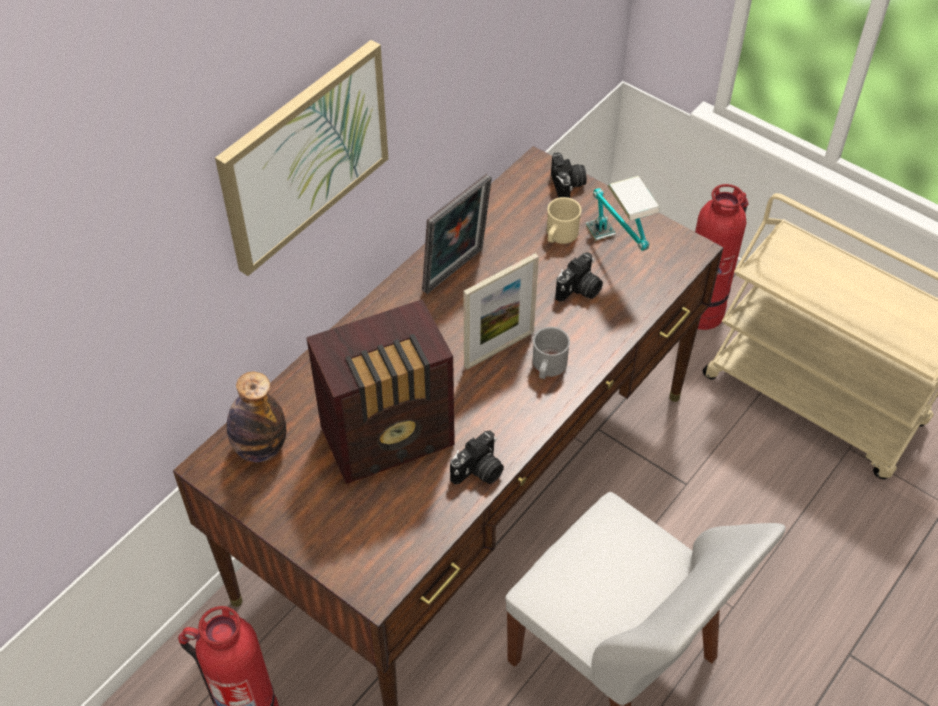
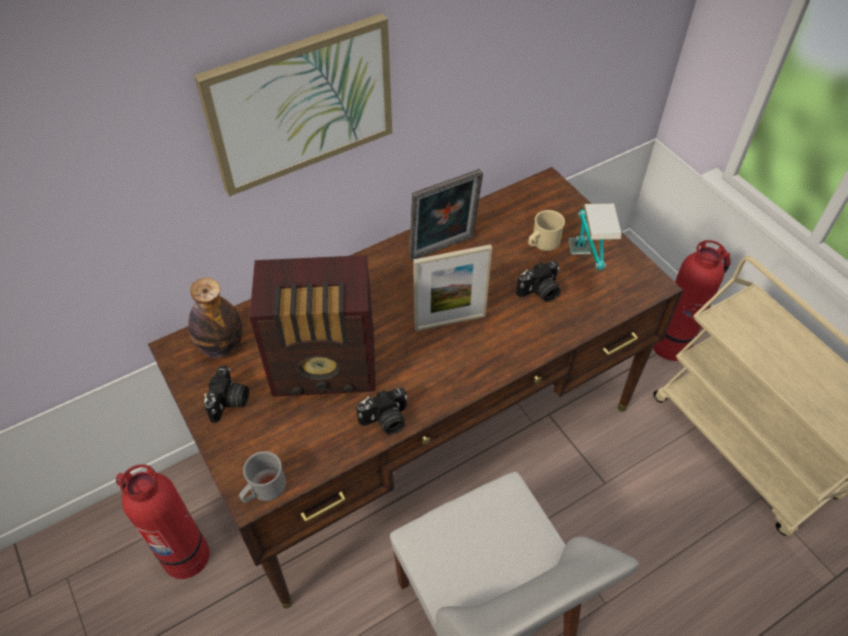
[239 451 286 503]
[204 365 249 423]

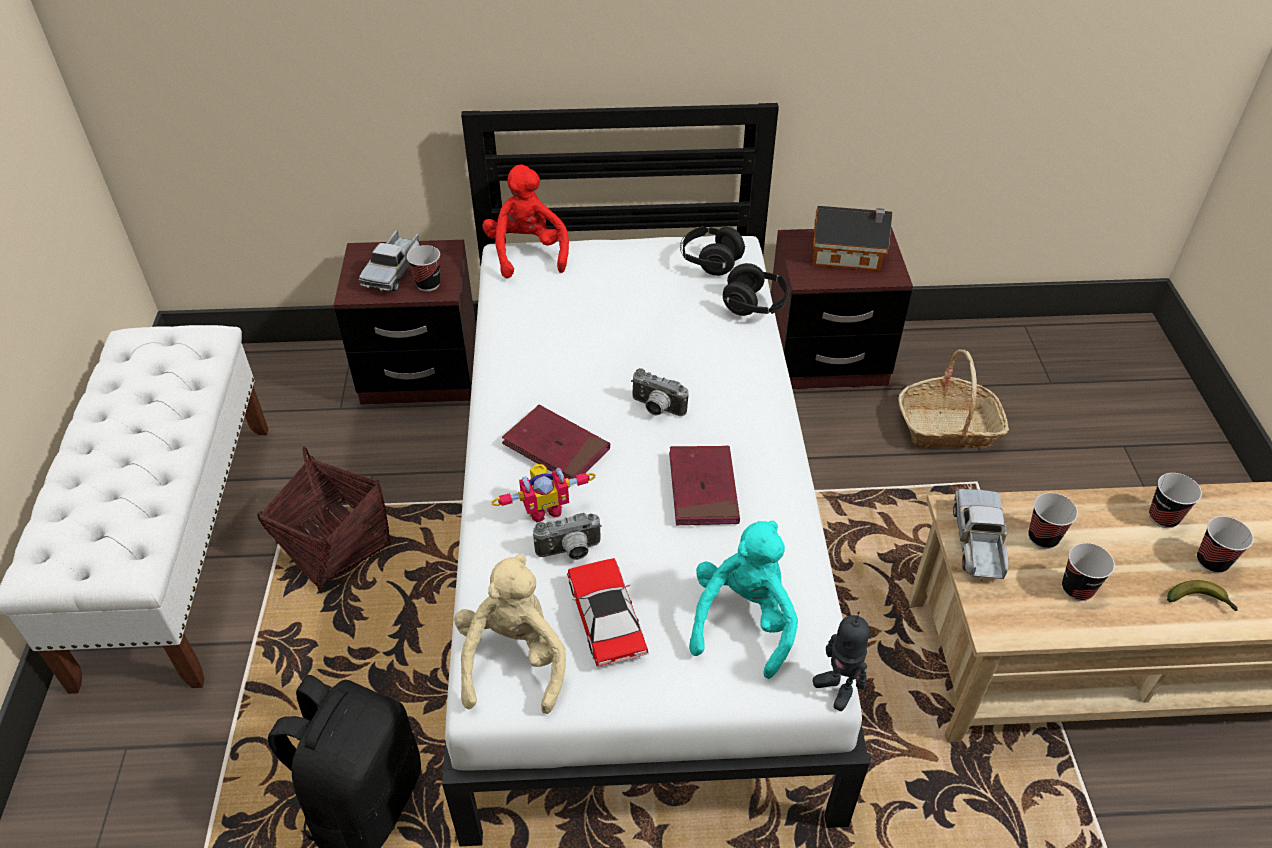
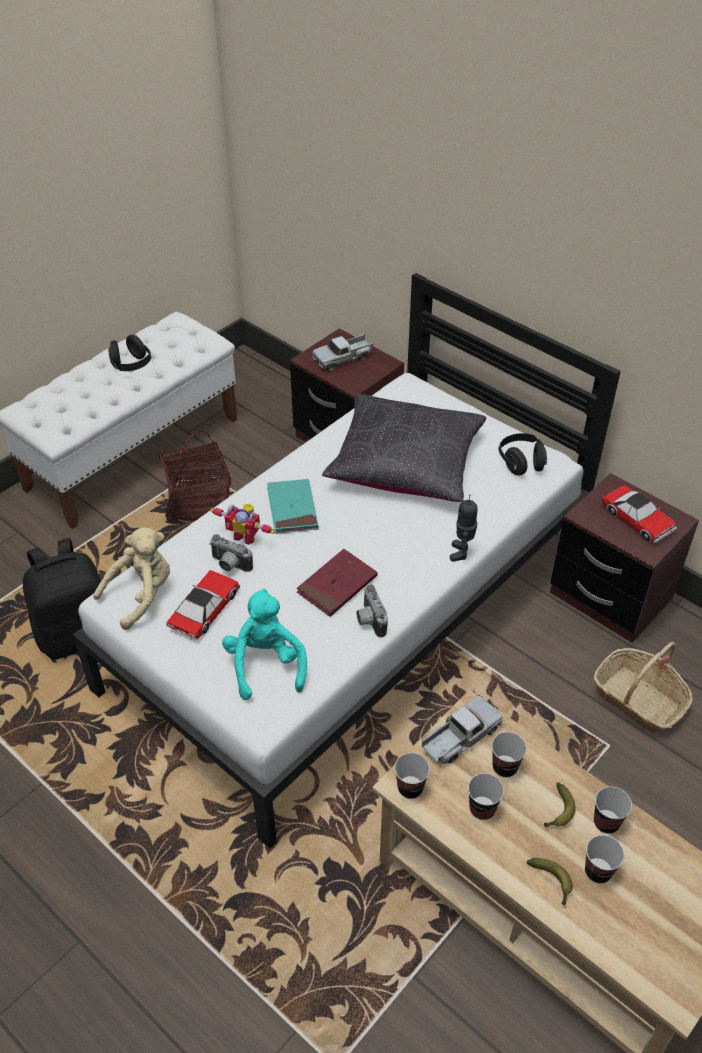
[482 165 569 279] (first image)
[322 394 487 502]
[544 782 576 827]
[394 753 430 799]
[356 585 388 637]
[108 335 152 371]
[450 494 478 561]
[601 485 677 544]
[267 479 318 534]
[222 589 307 700]

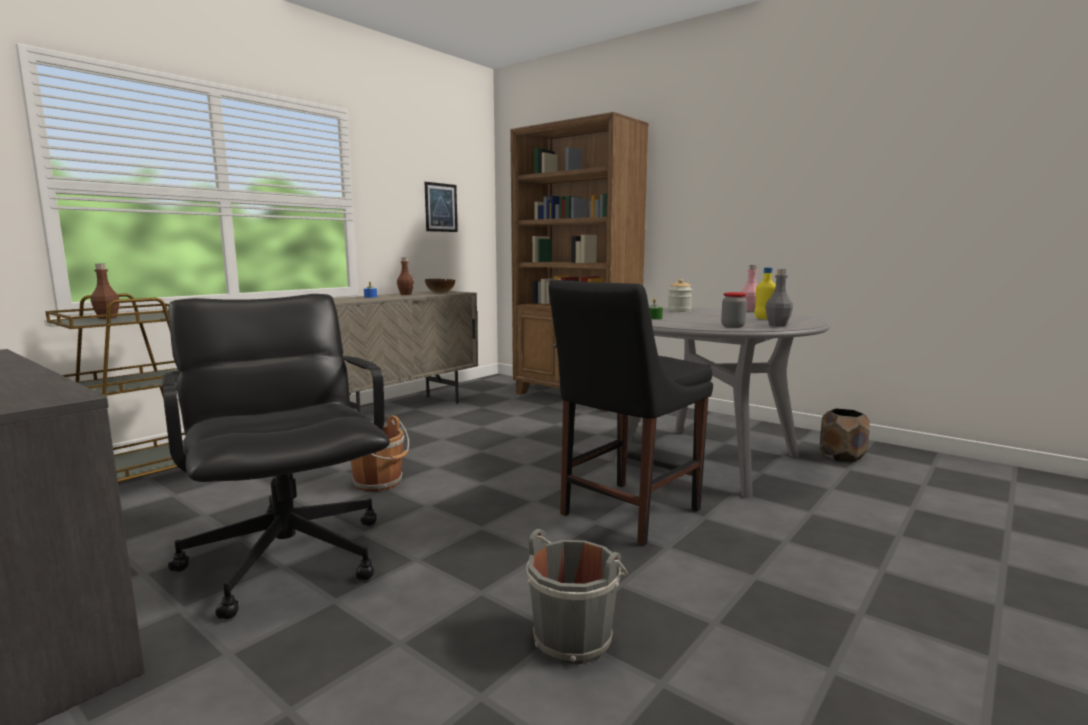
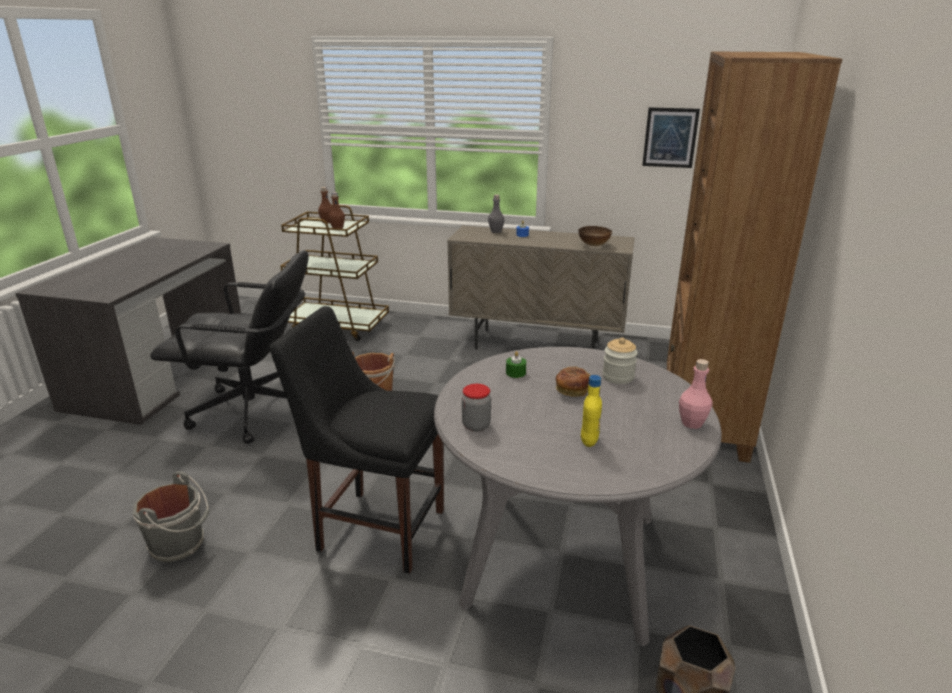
[556 366 590 397]
[329 192 345 229]
[488 194 505 233]
[150 250 309 444]

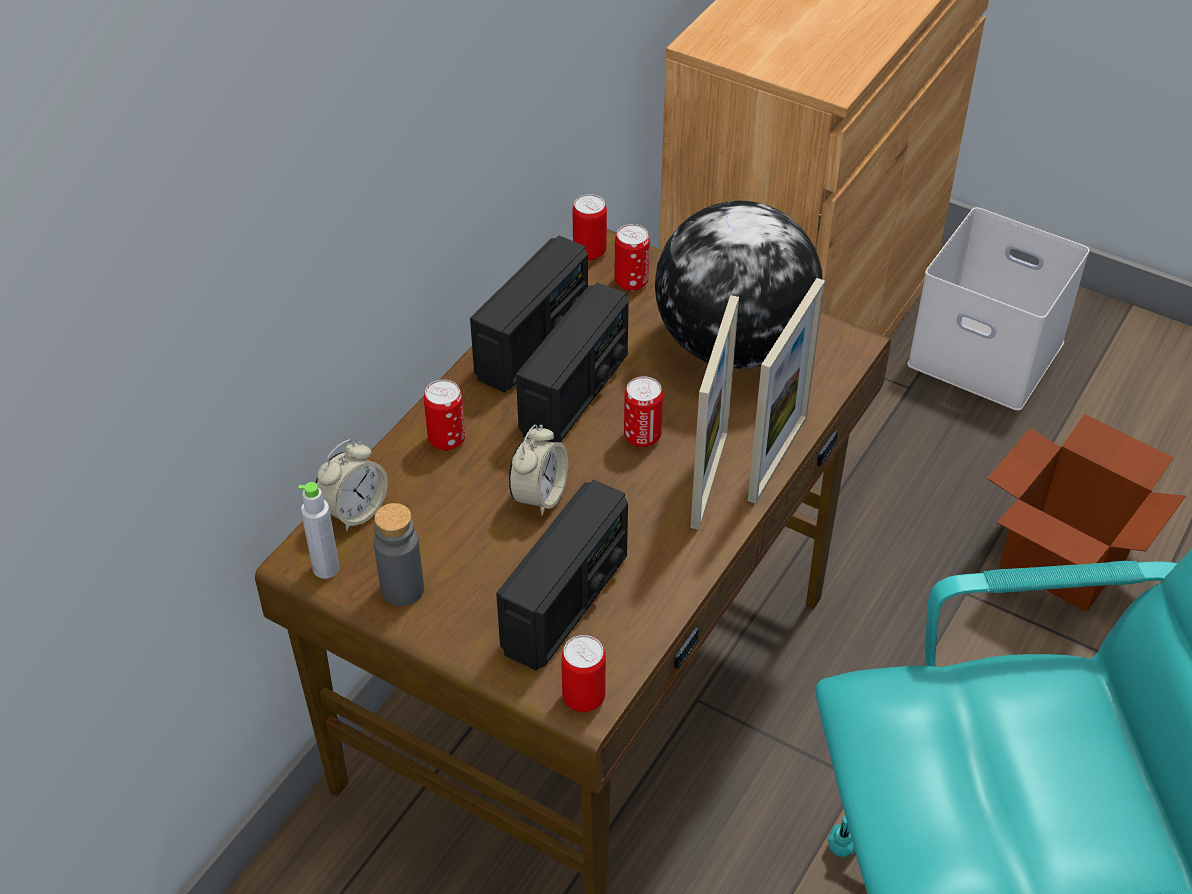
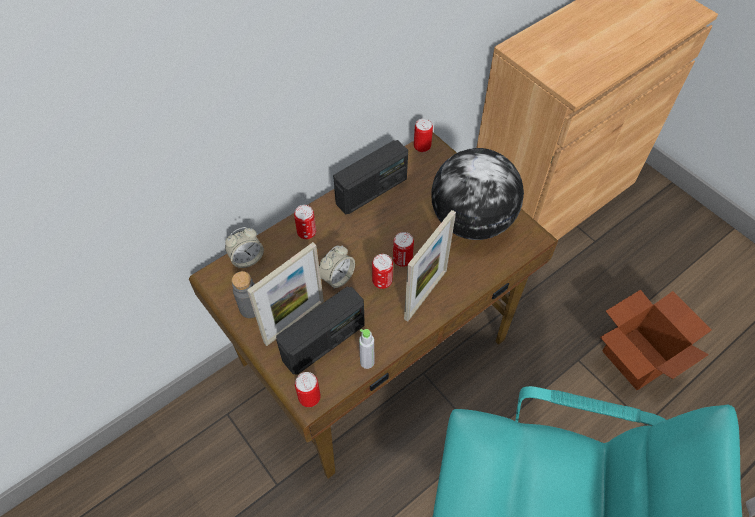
[516 283 629 443] (first image)
[907 207 1090 411] (first image)
[359 329 374 369]
[372 254 393 289]
[247 242 324 346]

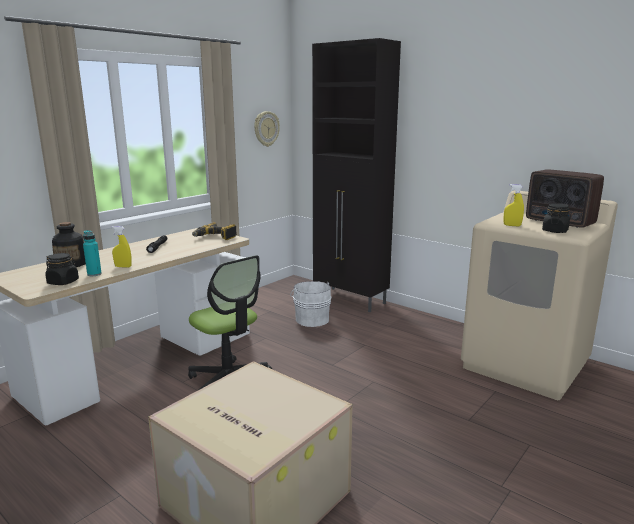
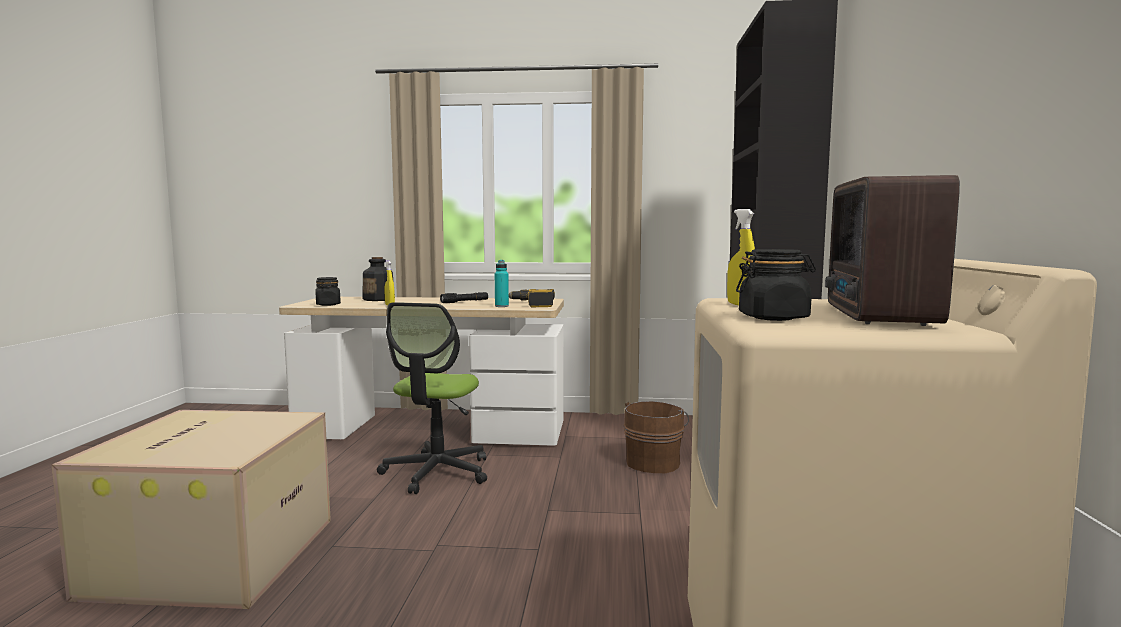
[254 111 280 147] (first image)
[495 260 509 307]
[623 401 689 473]

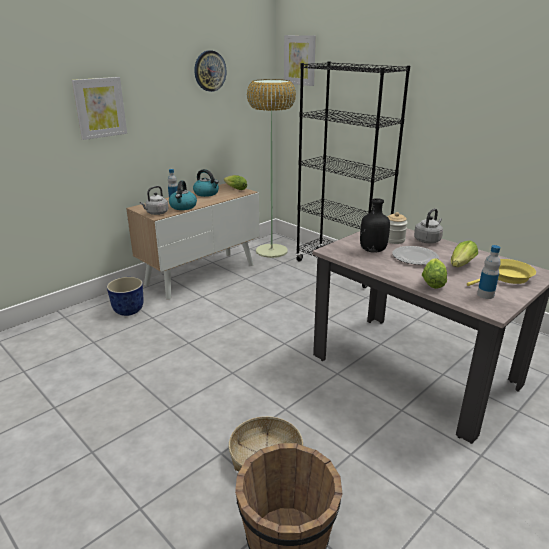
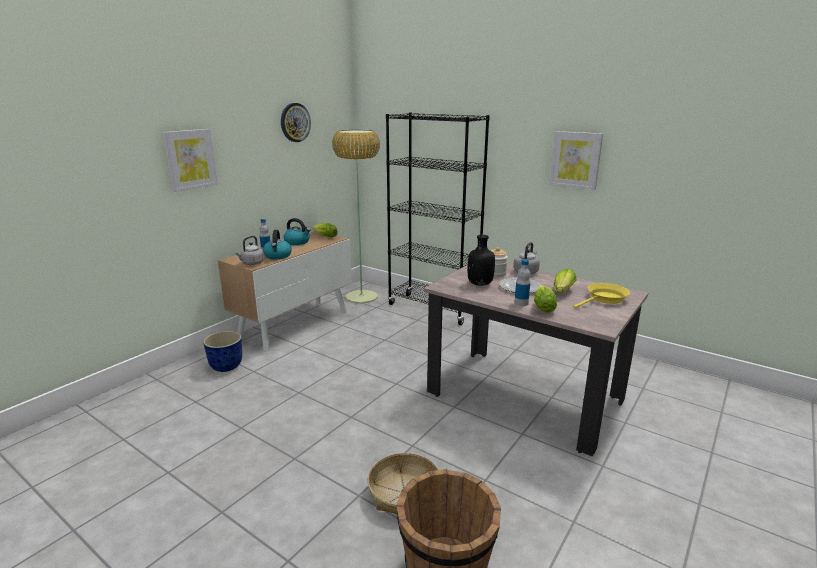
[549 131 603 190]
[514 259 530 306]

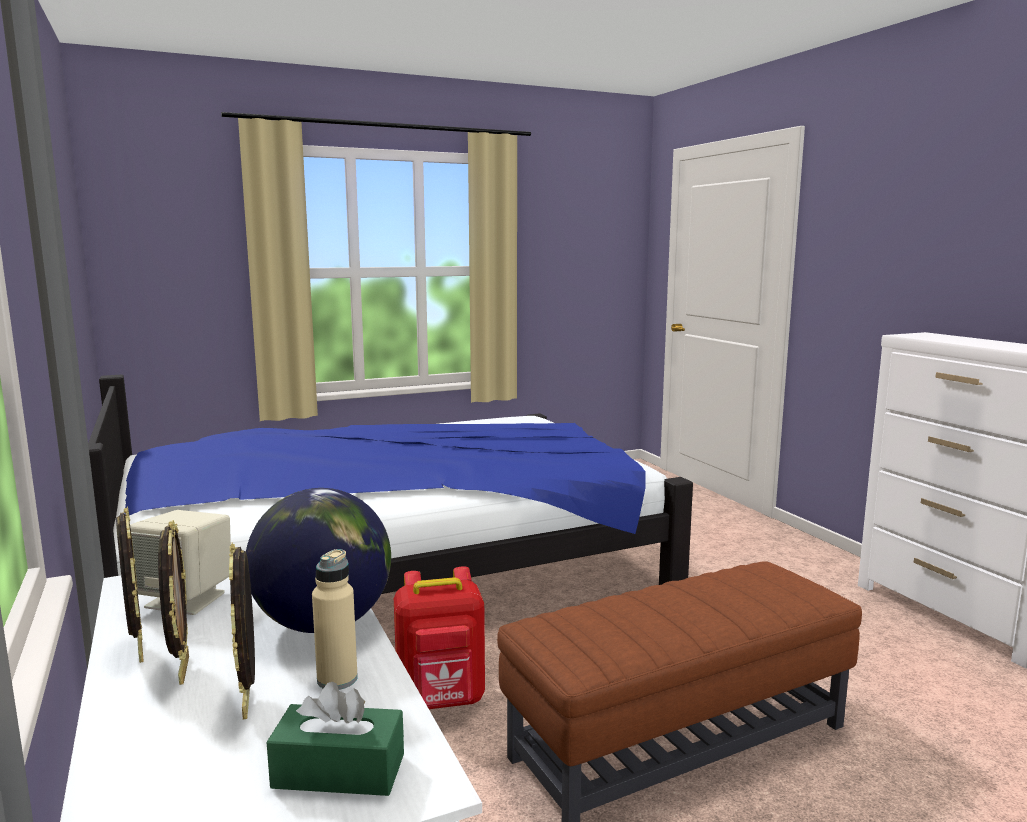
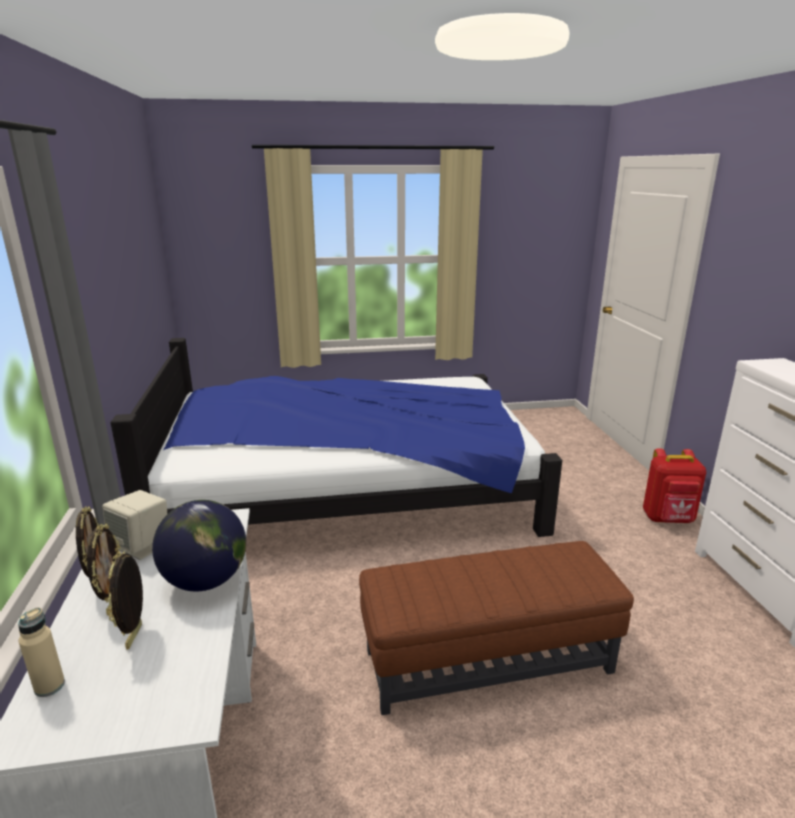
[267 682 404 796] (first image)
[18 607 65 697]
[643 448 706 523]

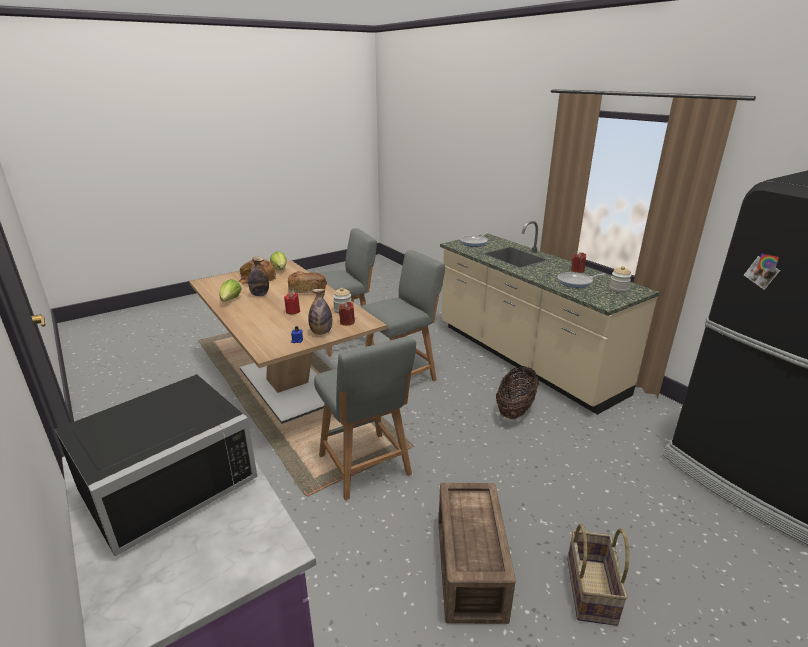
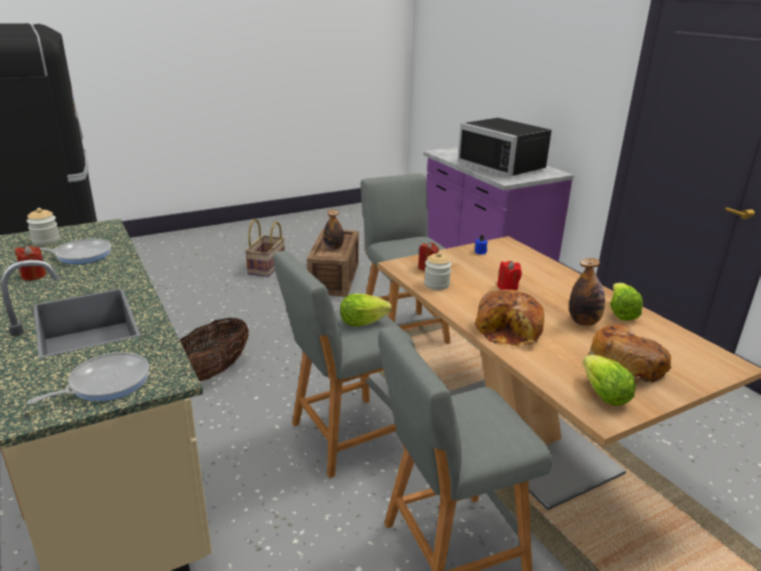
[340 294 392 327]
[323 210 344 249]
[458 118 552 177]

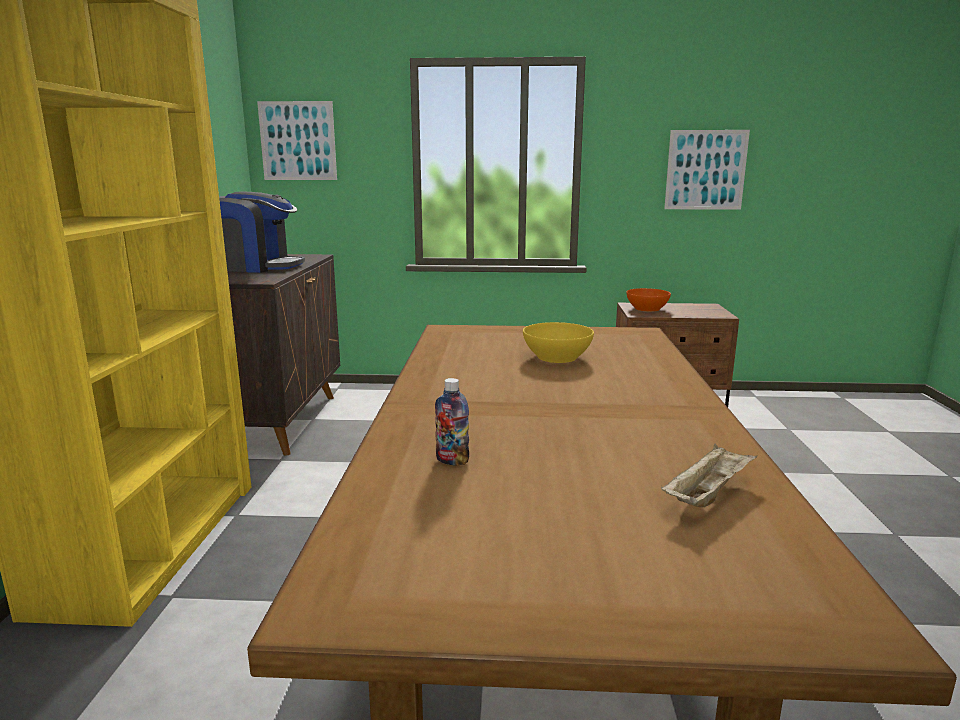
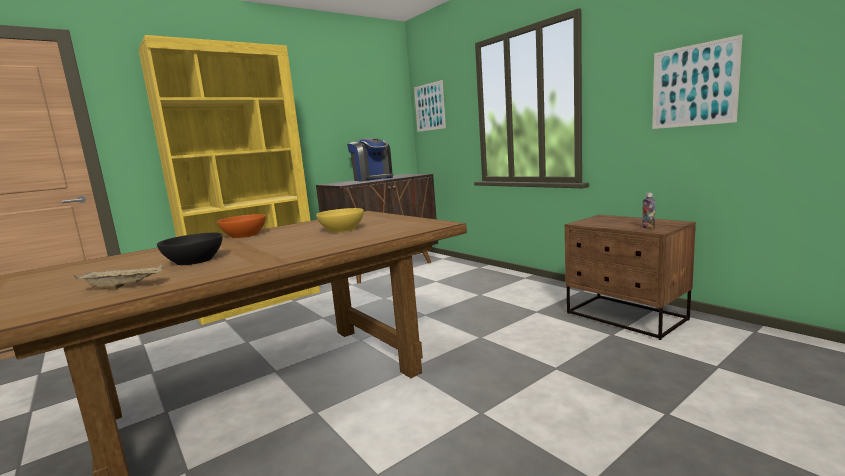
[157 233 223 265]
[642 193 655 229]
[217 214 266 238]

